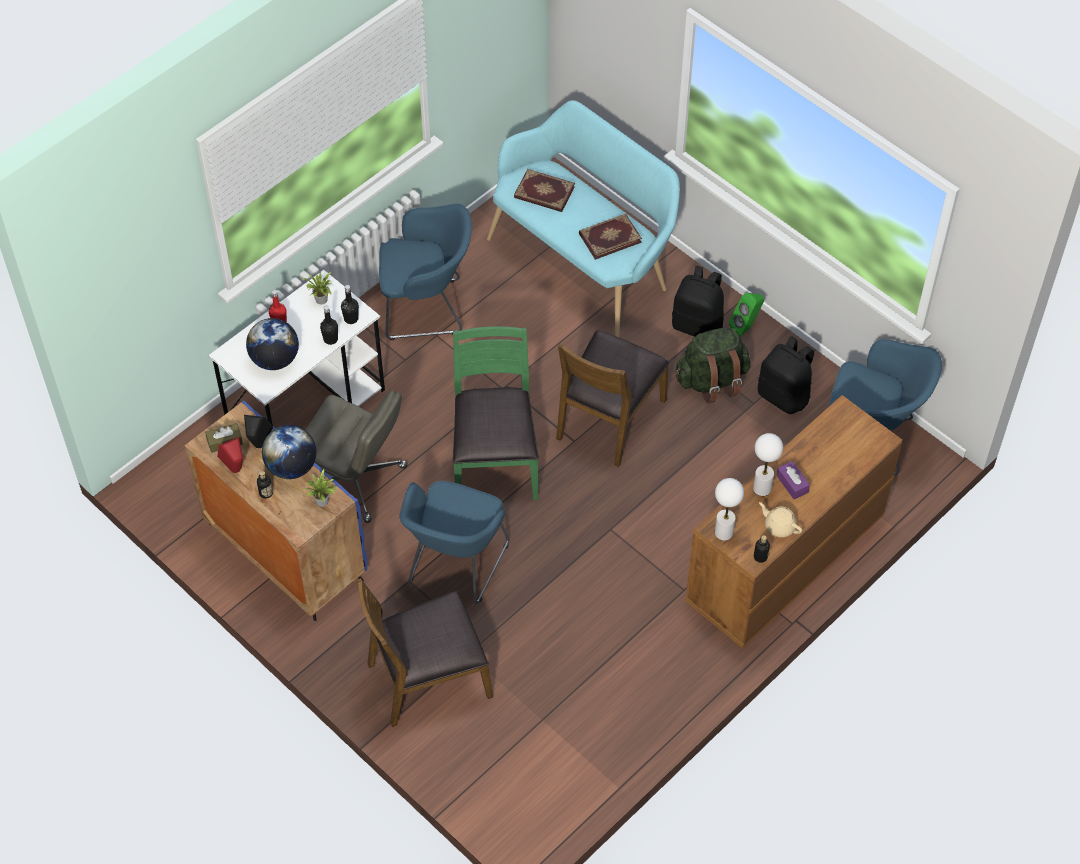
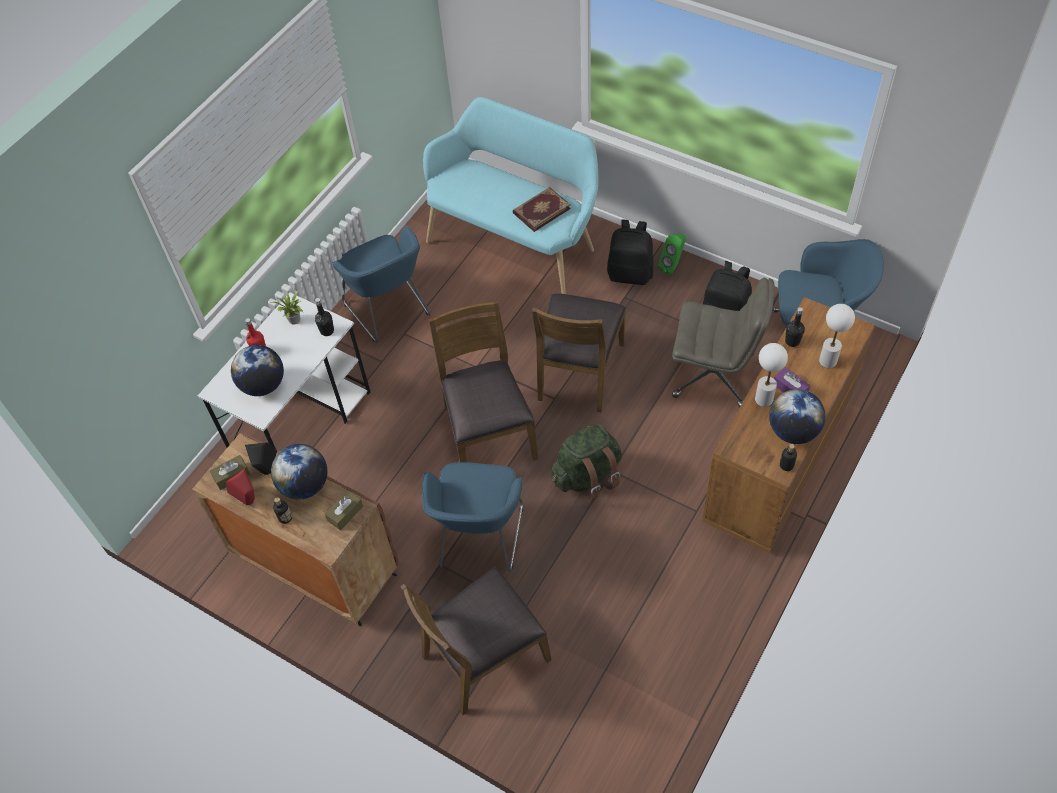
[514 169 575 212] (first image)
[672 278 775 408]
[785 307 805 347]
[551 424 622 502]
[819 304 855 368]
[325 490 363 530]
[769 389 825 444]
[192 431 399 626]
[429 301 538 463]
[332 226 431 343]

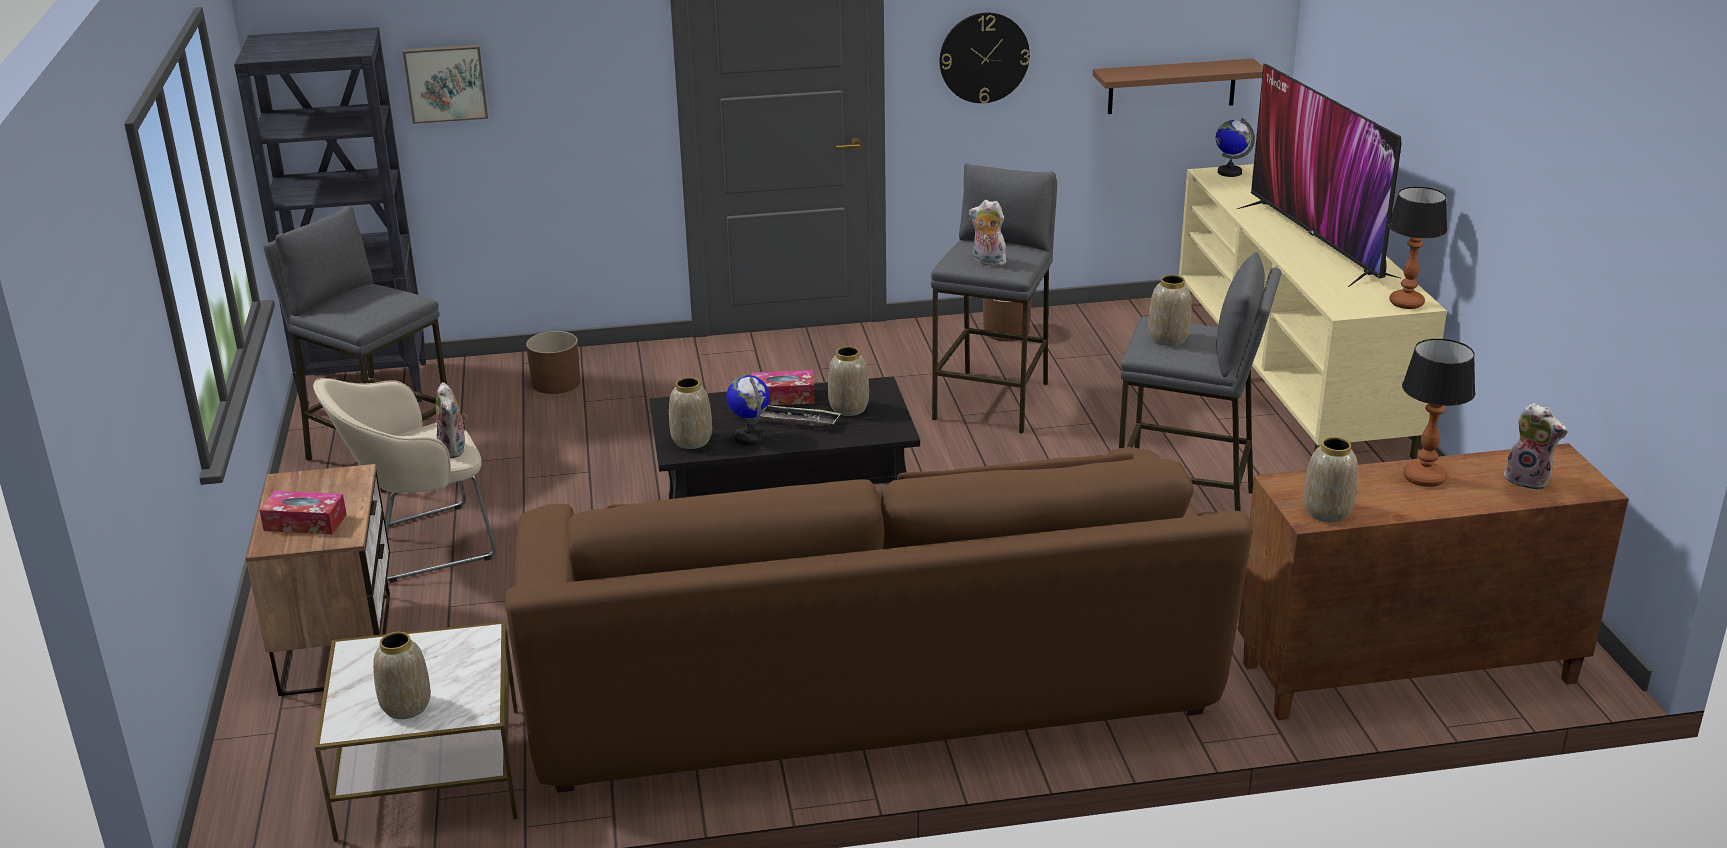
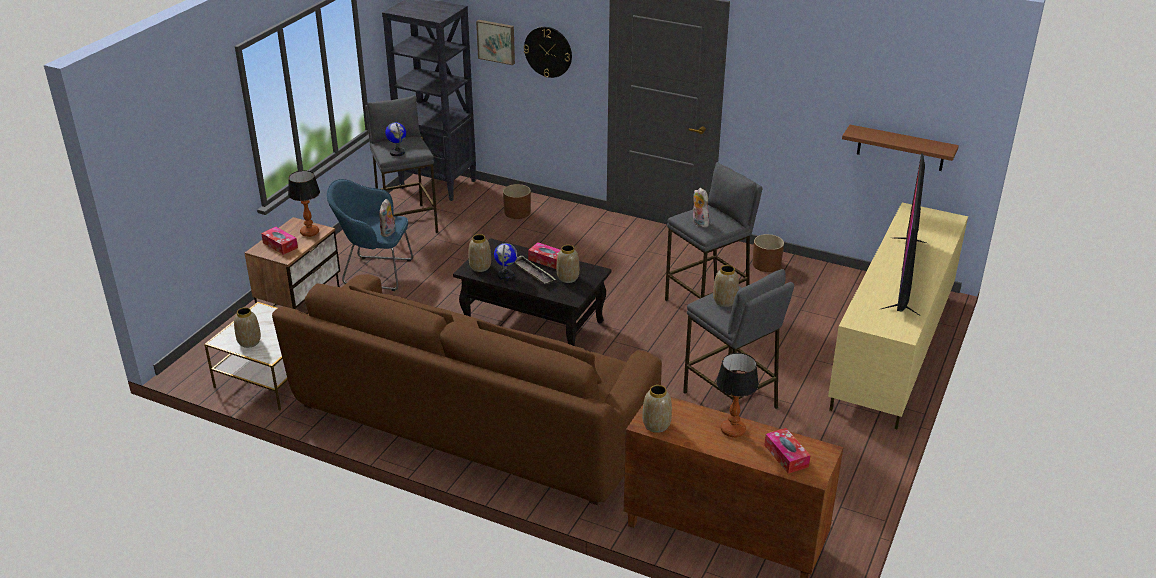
[524 27 572 78]
[385 122 406 156]
[288 170 320 237]
[764 428 811 474]
[327 179 413 291]

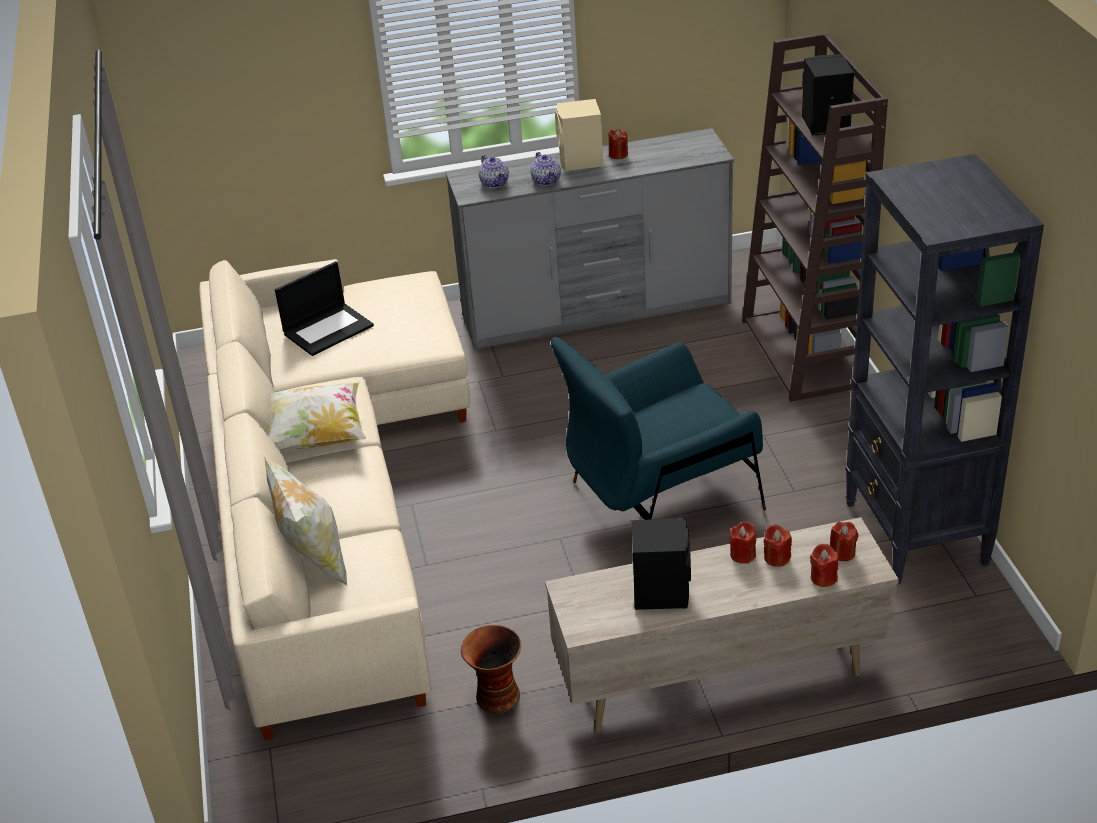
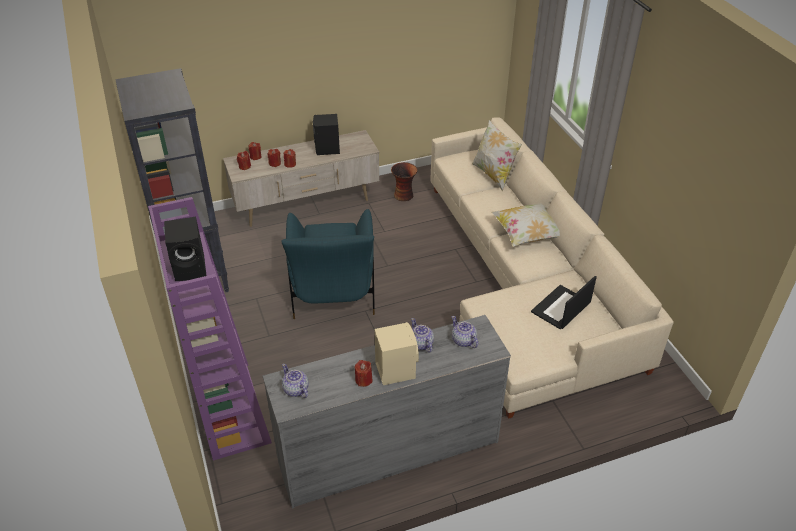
[282 364 309 398]
[148 197 272 461]
[281 209 375 319]

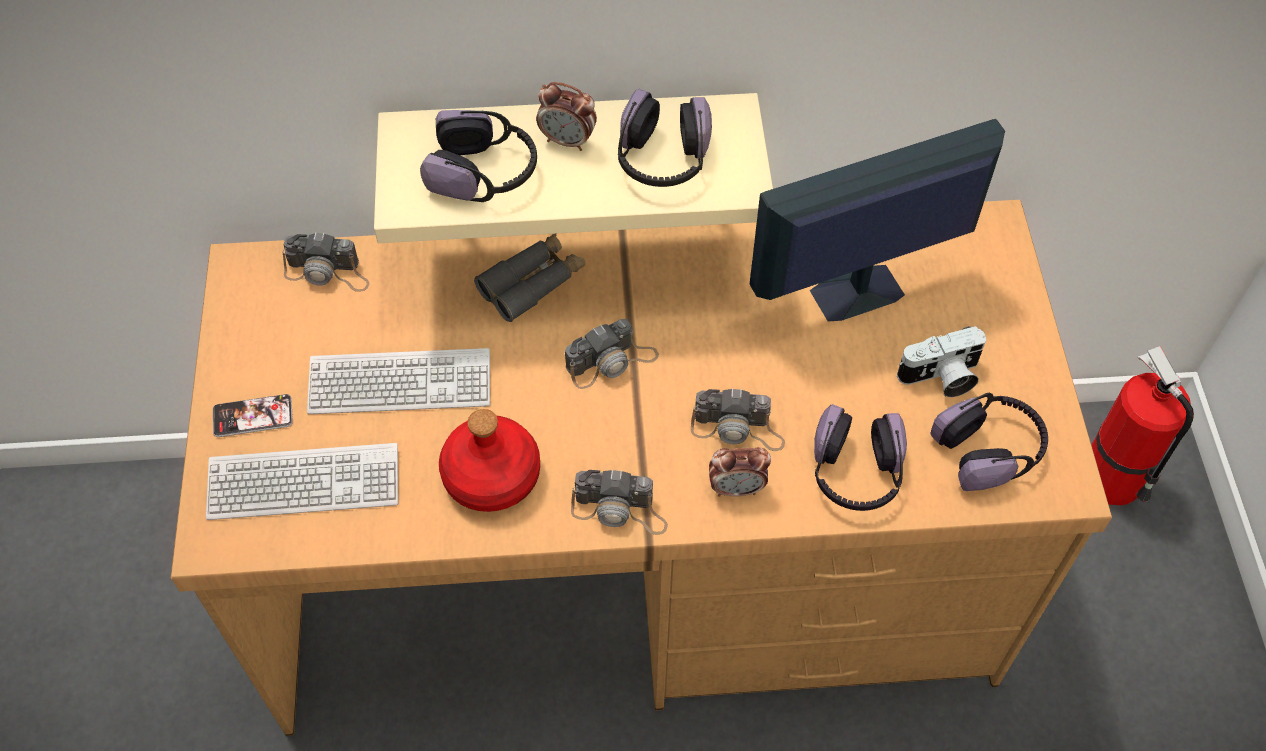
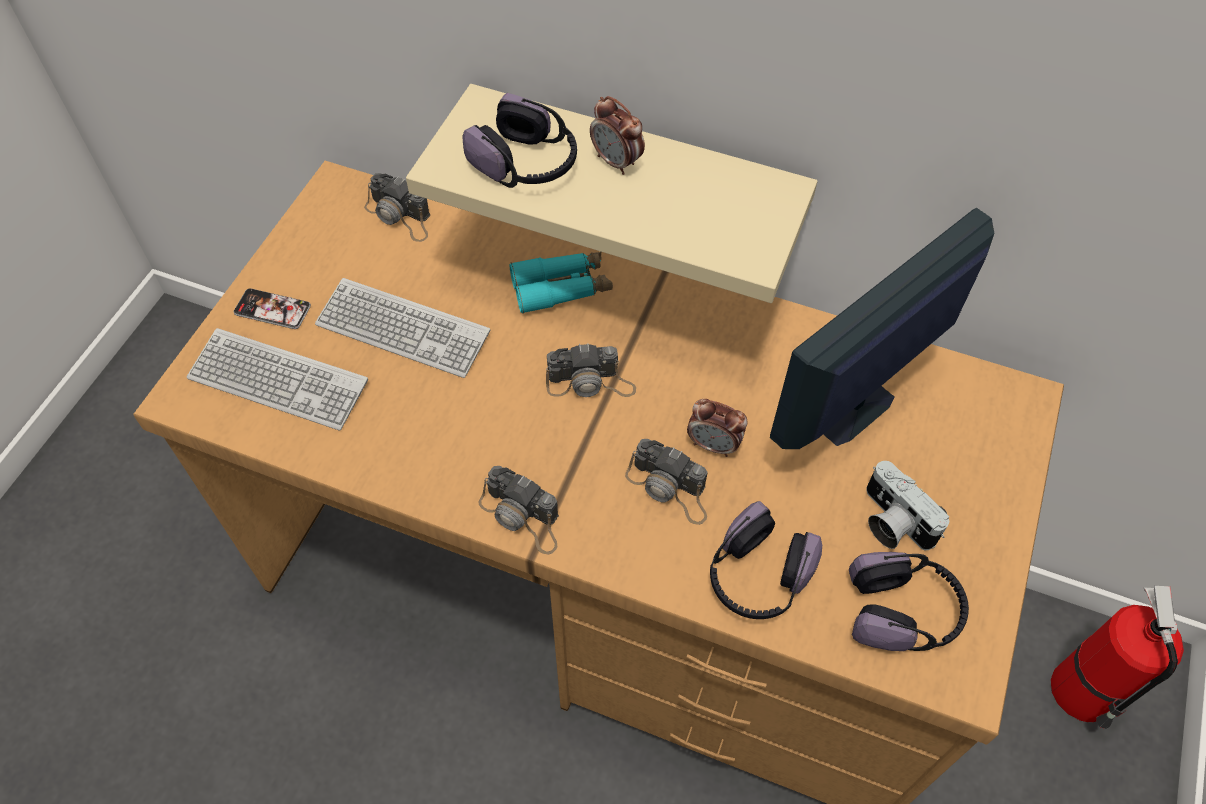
[439 409 540 512] (first image)
[618 89 712 187] (first image)
[687 399 747 457]
[509 252 613 314]
[770 208 994 449]
[866 461 950 550]

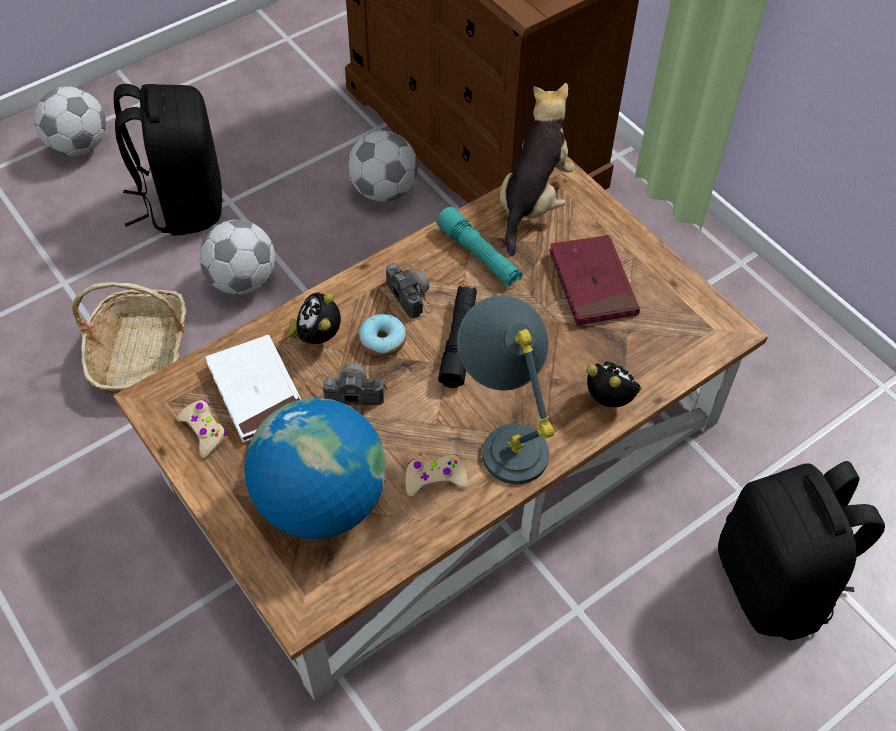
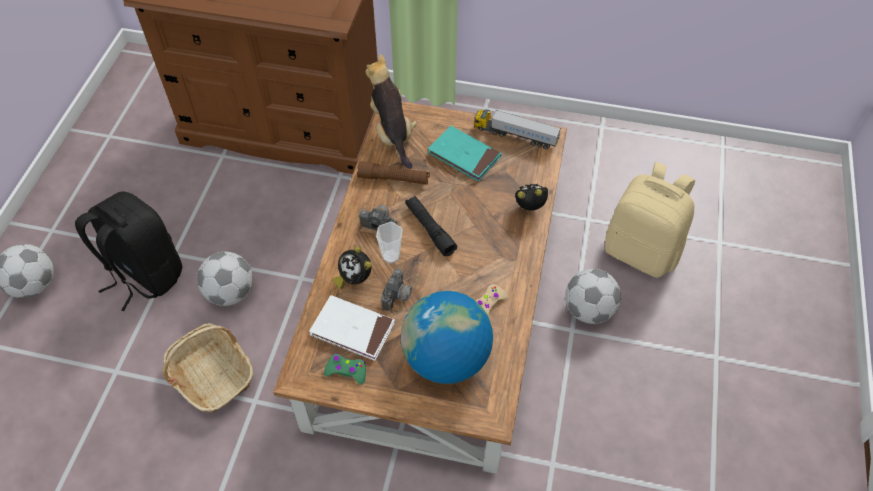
[457 295 554 484] (first image)
[474 109 561 149]
[565 269 621 324]
[376 222 403 264]
[324 353 366 385]
[357 162 430 184]
[428 126 502 182]
[605 162 695 278]
[381 269 419 315]

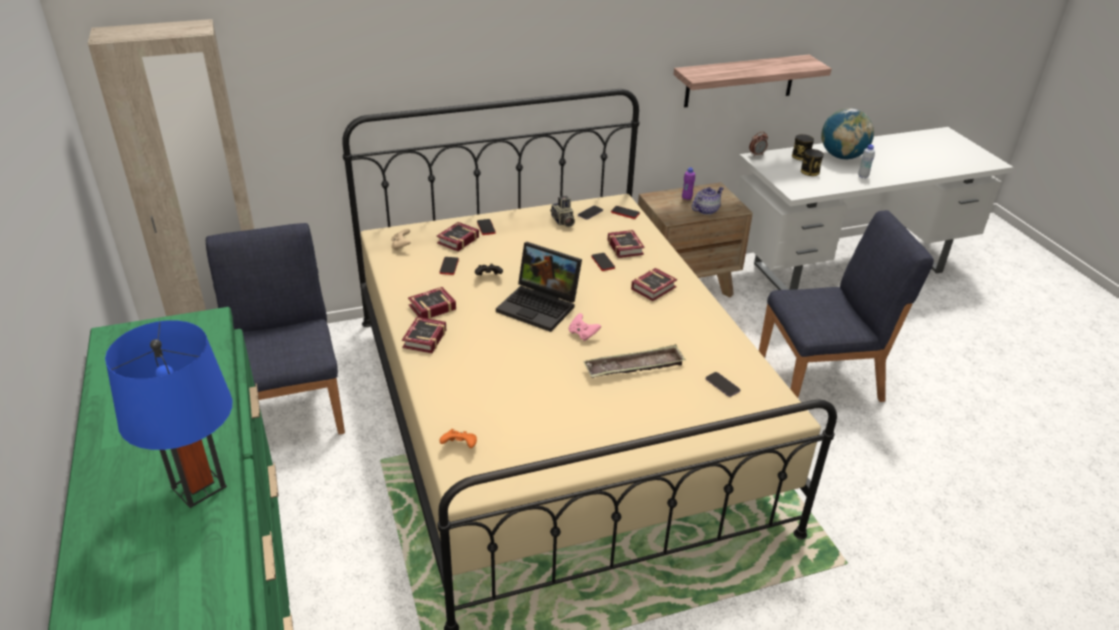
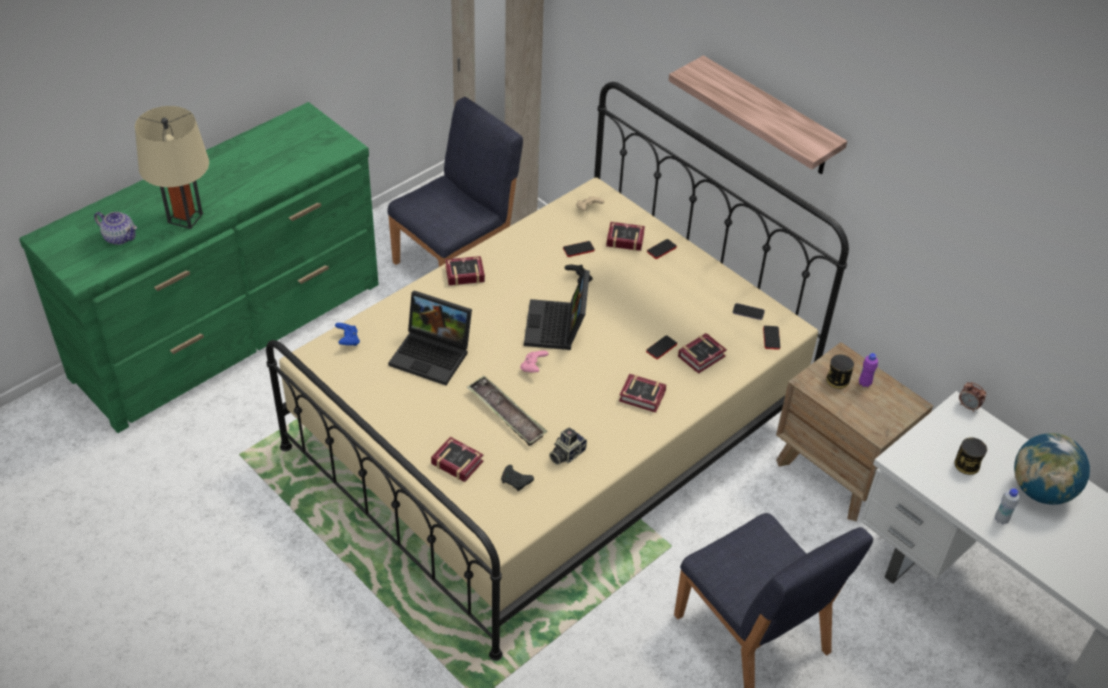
[388 291 472 385]
[431 437 484 482]
[549 427 587 465]
[668 55 847 174]
[94 212 137 245]
[826 355 854 389]
[501 465 534 491]
[135 106 209 229]
[335 323 360 346]

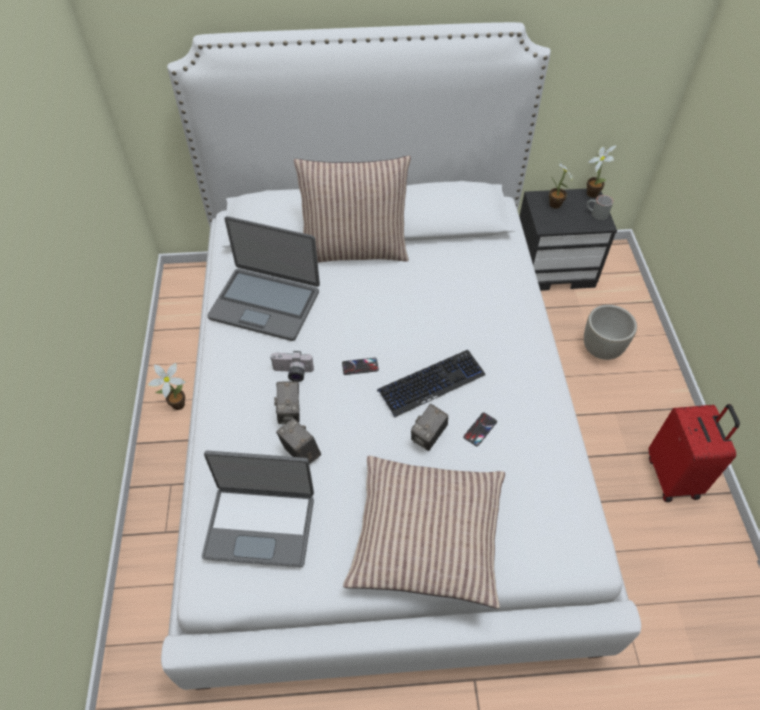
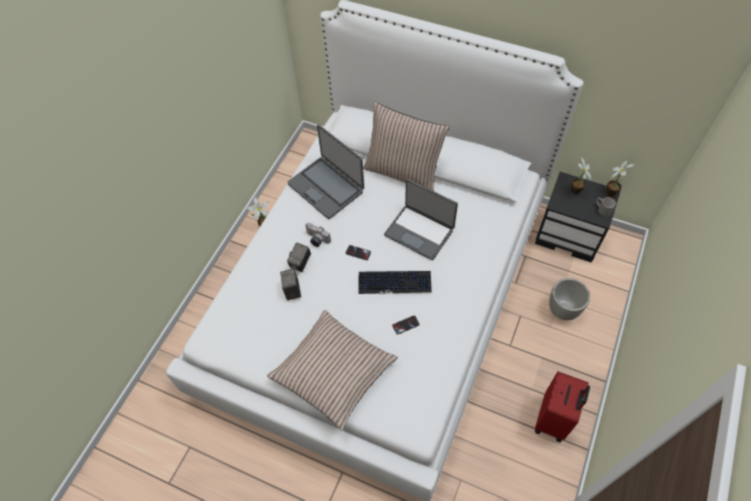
[411 404 448 451] (first image)
[384 179 458 260]

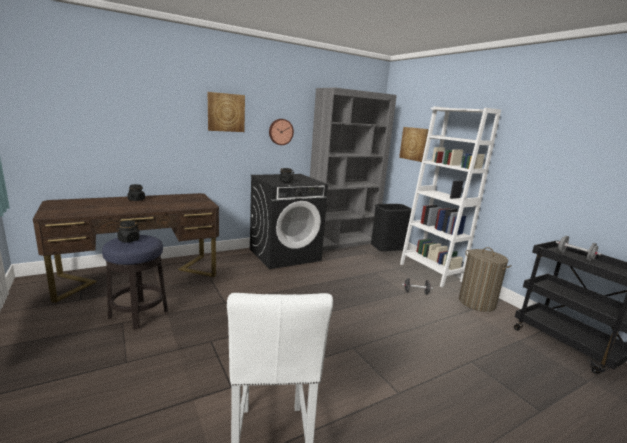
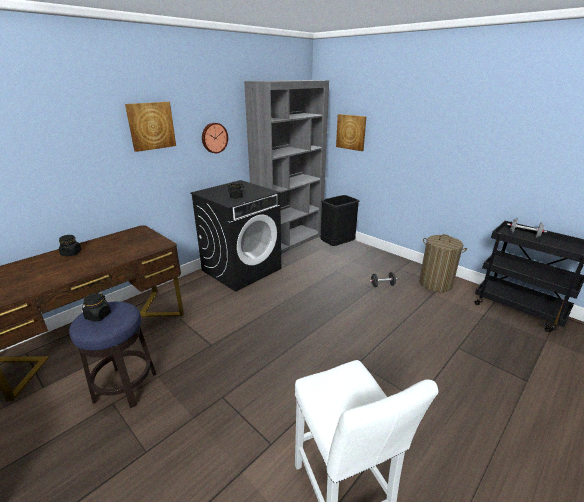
[400 106 501 287] (first image)

